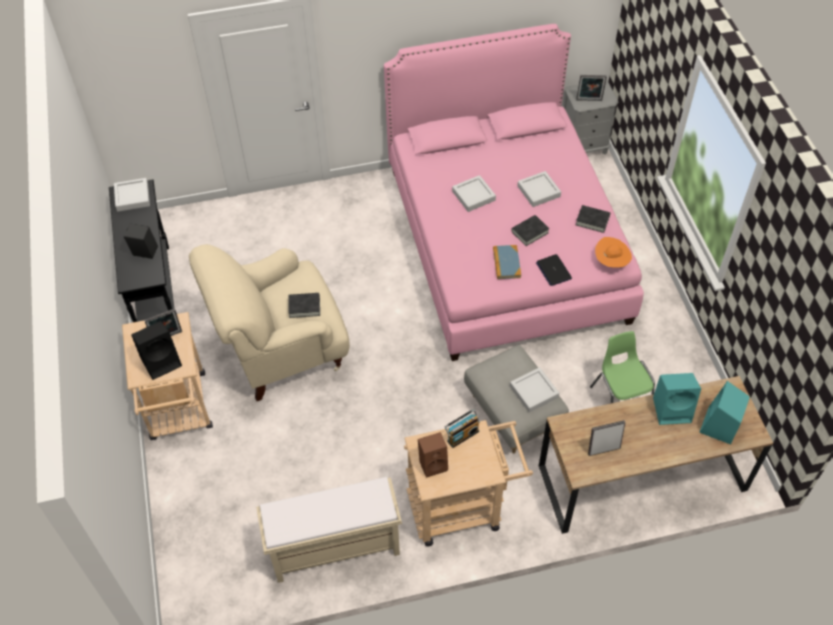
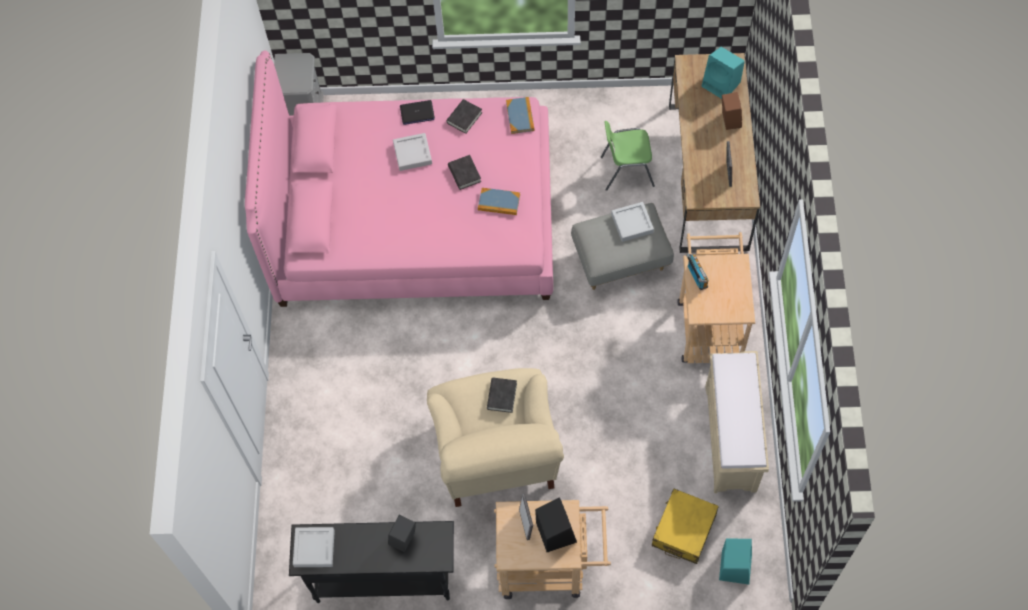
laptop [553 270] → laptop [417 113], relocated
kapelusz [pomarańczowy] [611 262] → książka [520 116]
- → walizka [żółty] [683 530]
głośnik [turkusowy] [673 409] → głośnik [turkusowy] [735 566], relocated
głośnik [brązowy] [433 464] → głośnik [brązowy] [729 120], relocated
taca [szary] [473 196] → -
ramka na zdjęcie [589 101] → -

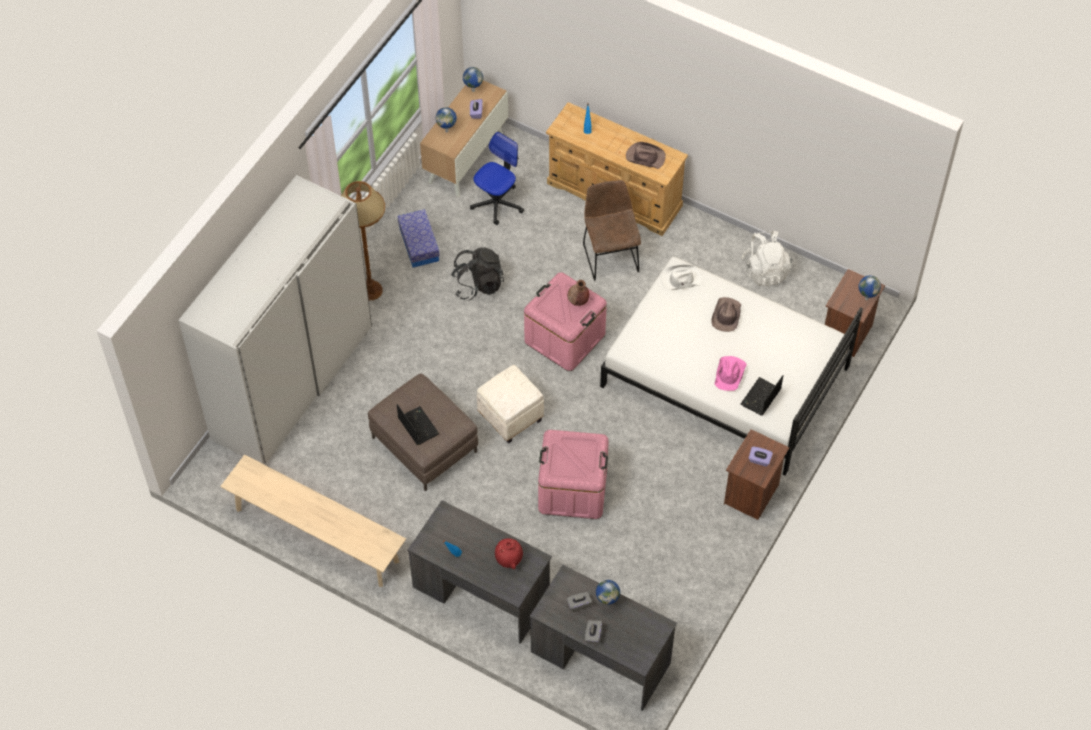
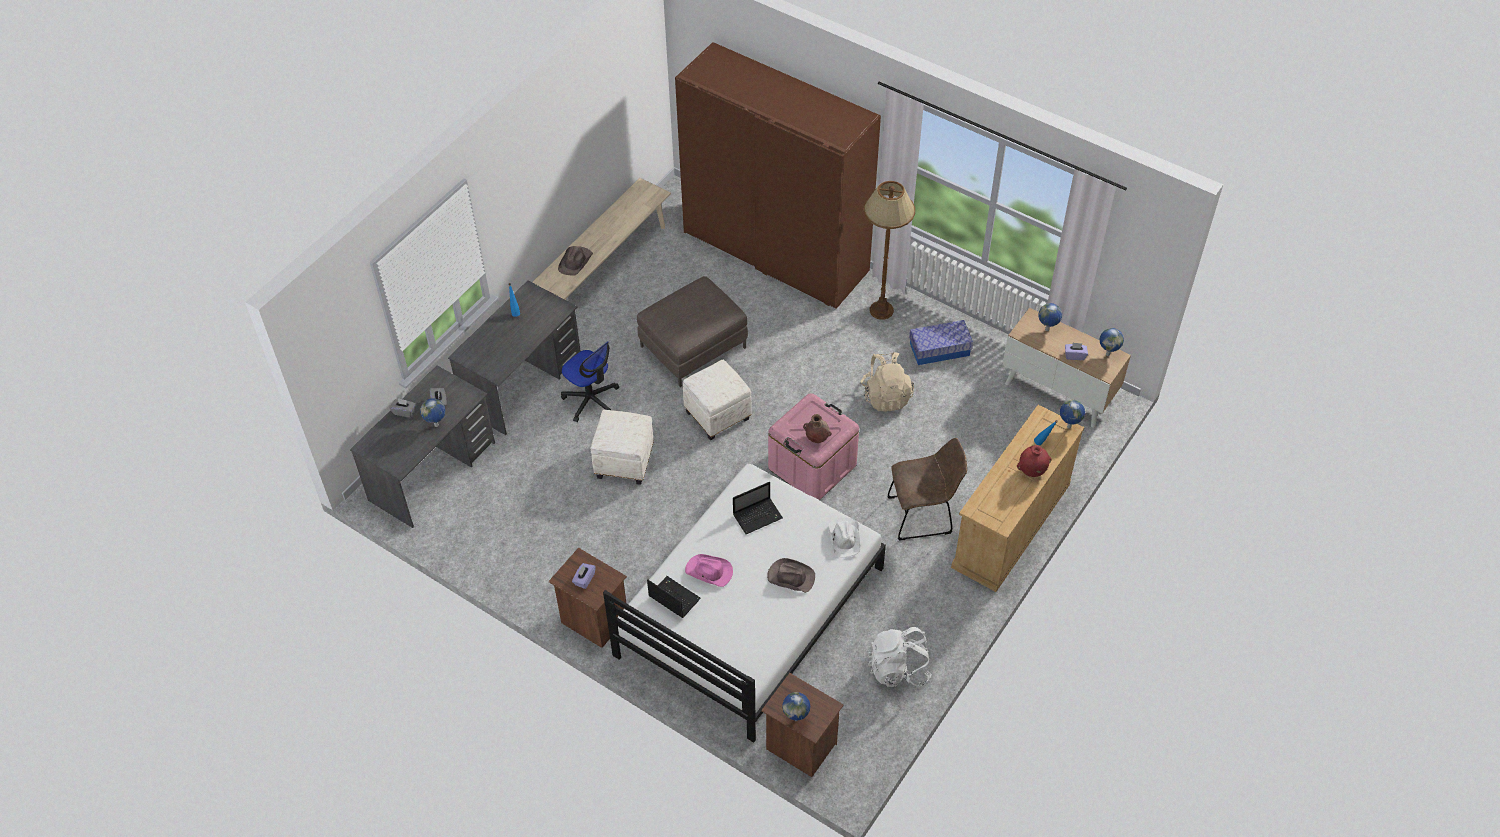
kapelusz [brązowy] [645 157] → kapelusz [brązowy] [575 261], relocated
krzesło biurowe [497 203] → krzesło biurowe [591 400], relocated
pojemnik do przechowywania [różowy] [572 489] → pufa [biały] [624 461]
szafa [biały] [292 382] → szafa [brązowy] [775 252]
laptop [417 426] → laptop [758 516], relocated
plecak [czarny] [478 284] → plecak [beżowy] [886 396]
wazon [czerwony] [509 560] → wazon [czerwony] [1032 471], relocated
- → globus [1068 427]

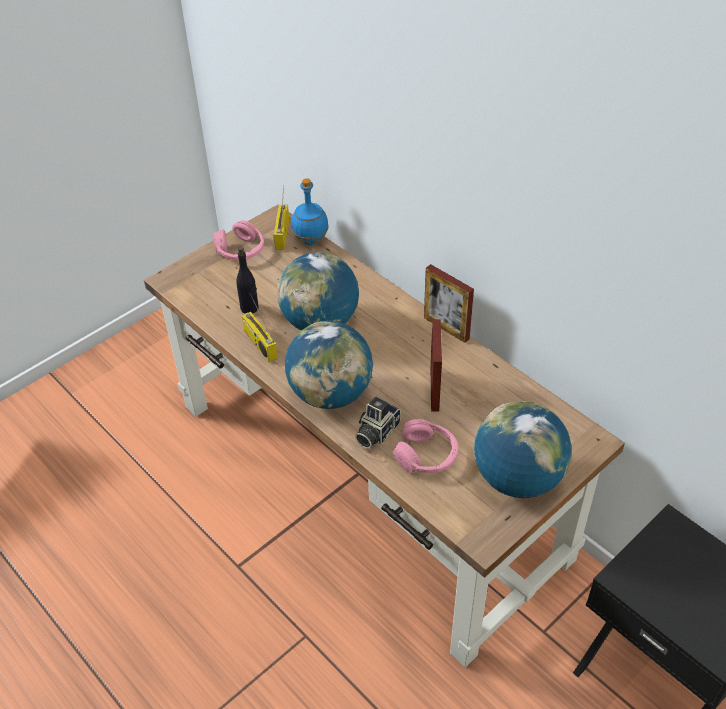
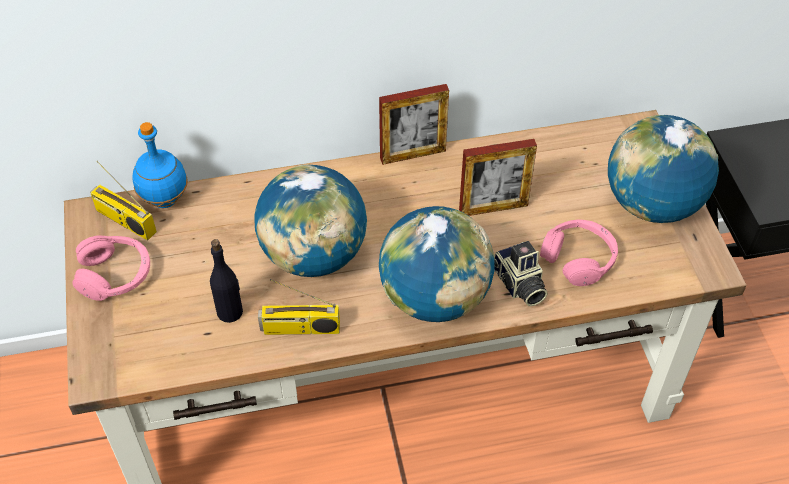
ramka na zdjęcie [434 390] → ramka na zdjęcie [493 208], 135 degrees clockwise

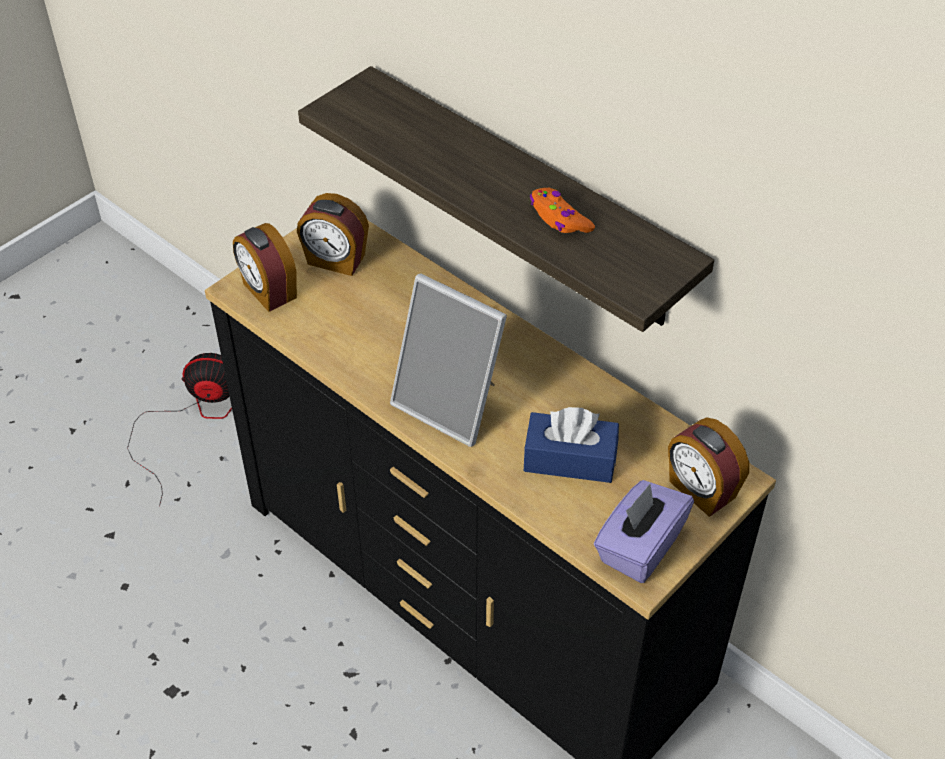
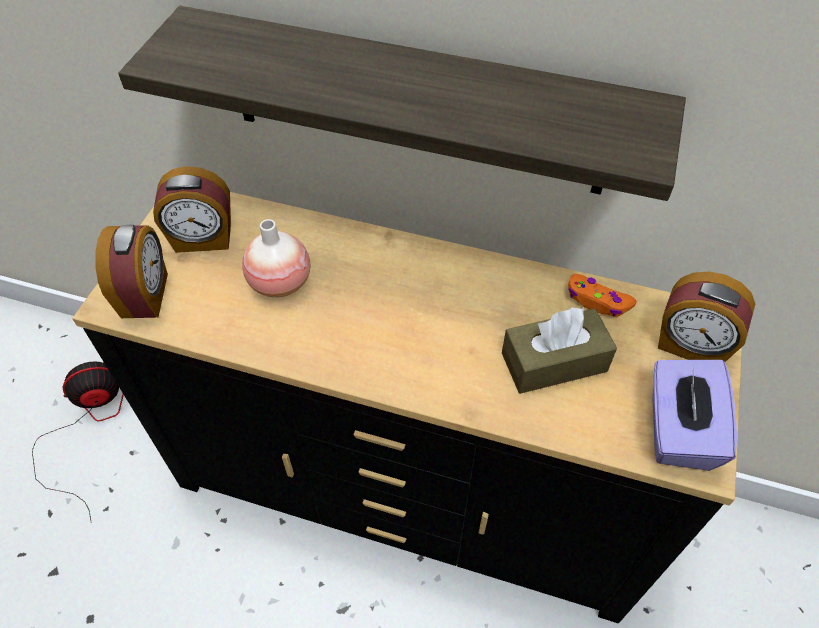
budzik [268 291] → budzik [146 295], 120 degrees counterclockwise
- → wazon [280 283]
pudełko chusteczek [niebieski] [570 459] → pudełko chusteczek [brązowy] [554 362]
pad do gier [pomarańczowy] [559 218] → pad do gier [pomarańczowy] [597 301], relocated
ramka na zdjęcie [452 404] → -

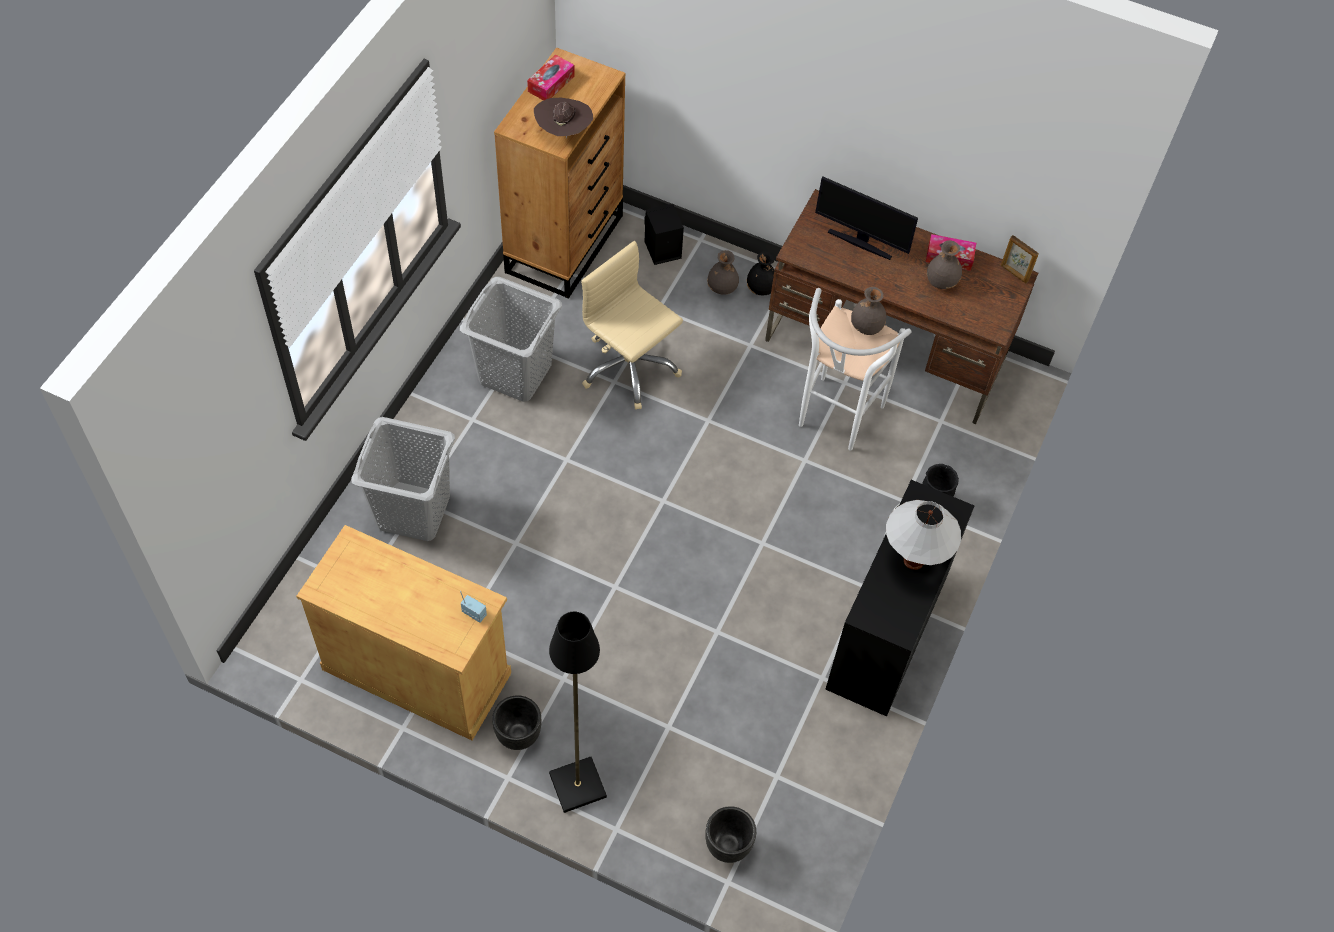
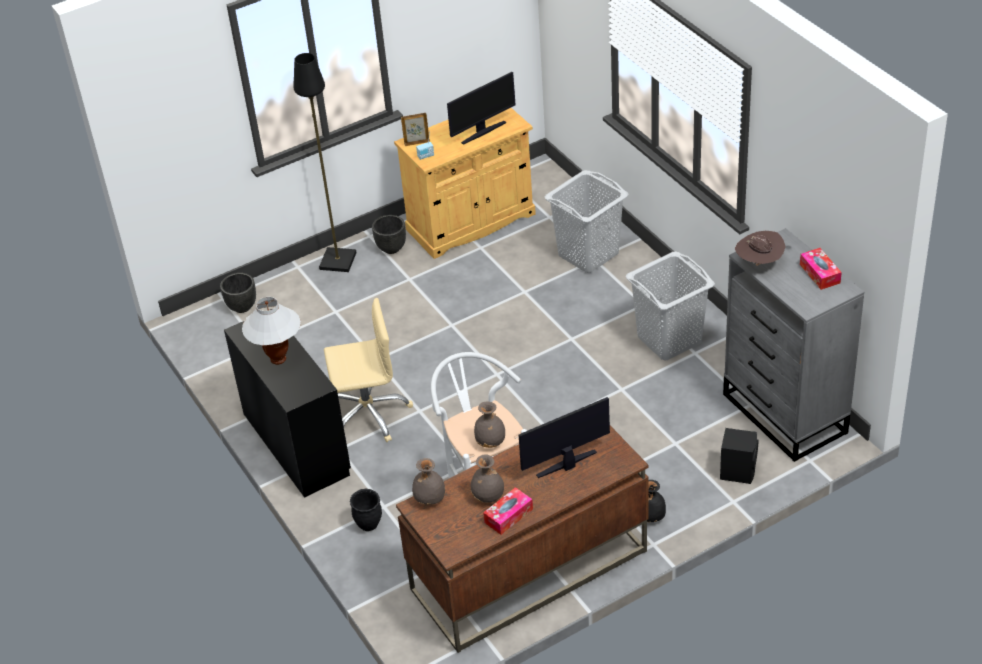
krzesło biurowe [beżowy] [629 368] → krzesło biurowe [beżowy] [368 414], relocated
ramka na zdjęcie [1014 273] → ramka na zdjęcie [416 143], relocated
wazon [szary] [722 288] → wazon [szary] [429 499], relocated
- → monitor [482 132]
komoda [brązowy] [565 243] → komoda [szary] [785 414]

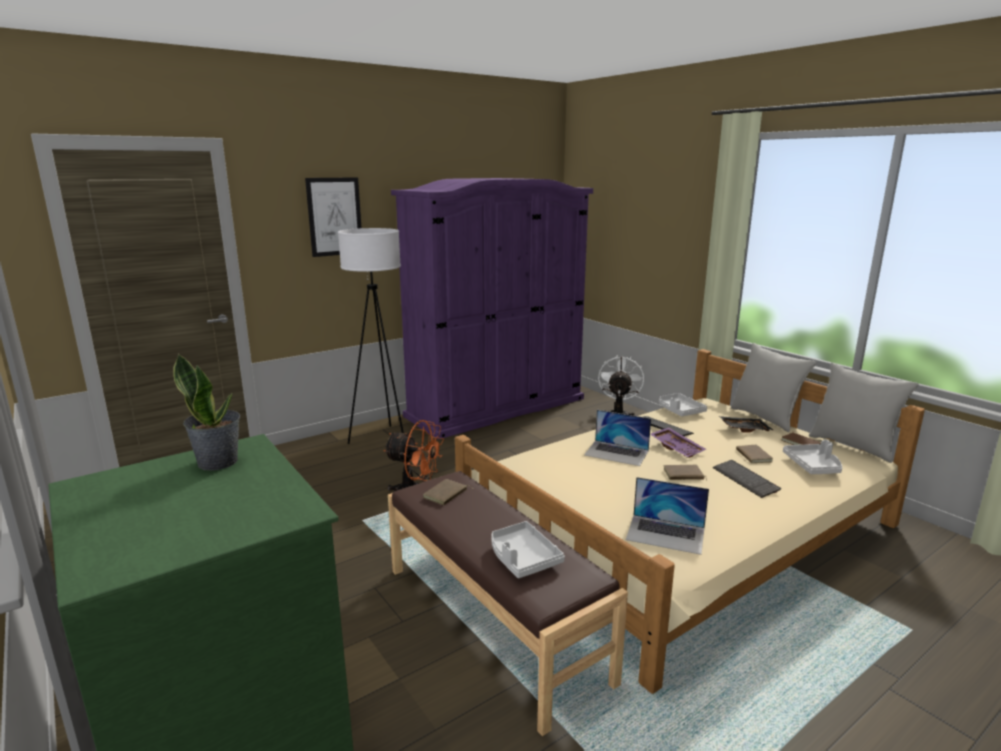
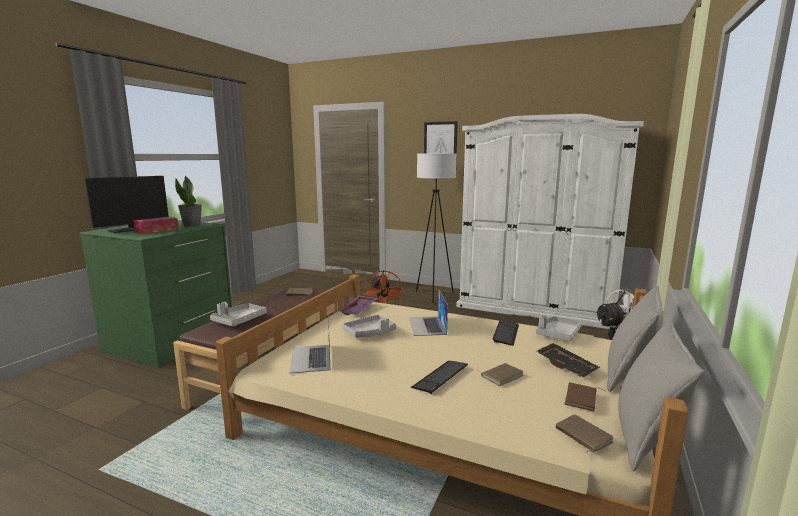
- → monitor [132 229]
- → pudełko chusteczek [157 230]
taca [fioletowy] [677 448] → taca [fioletowy] [359 310], relocated
taca [szary] [813 466] → taca [szary] [369 333], relocated
szafa [fioletowy] [496 407] → szafa [biały] [535 308]
książka [brązowy] [683 475] → książka [brązowy] [582 436], relocated

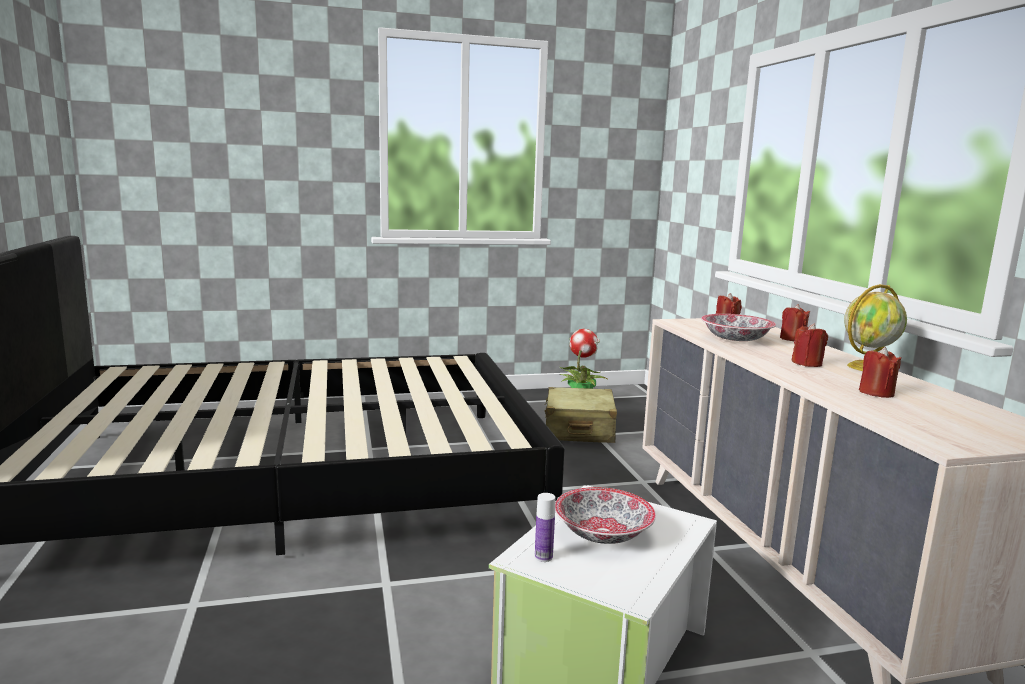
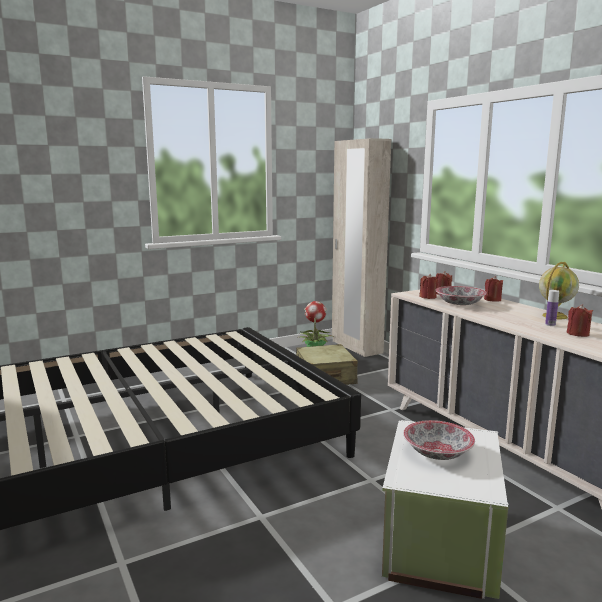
- → szafa [beżowy] [356 347]
świeca [czerwony] [807 363] → świeca [czerwony] [428 297], relocated
butelka [543 557] → butelka [550 325], relocated

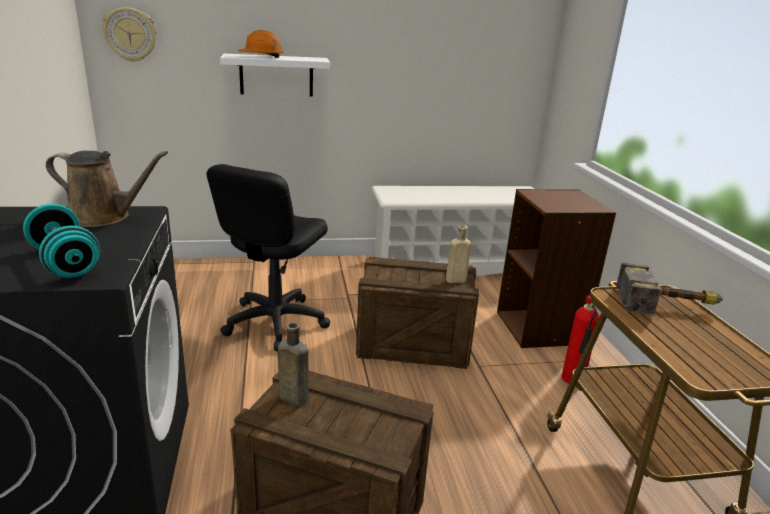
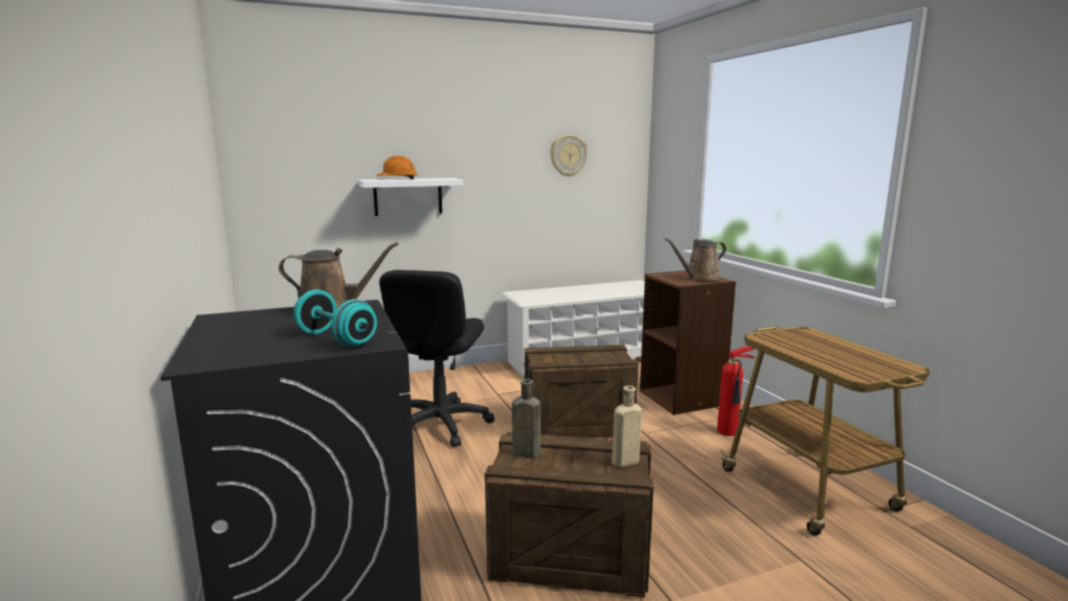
zegar ścienny [130 34] → zegar ścienny [568 155], relocated
butelka [beżowy] [454 280] → butelka [beżowy] [623 462], relocated
- → konewka [brązowy] [699 278]
młotek [668 304] → -

